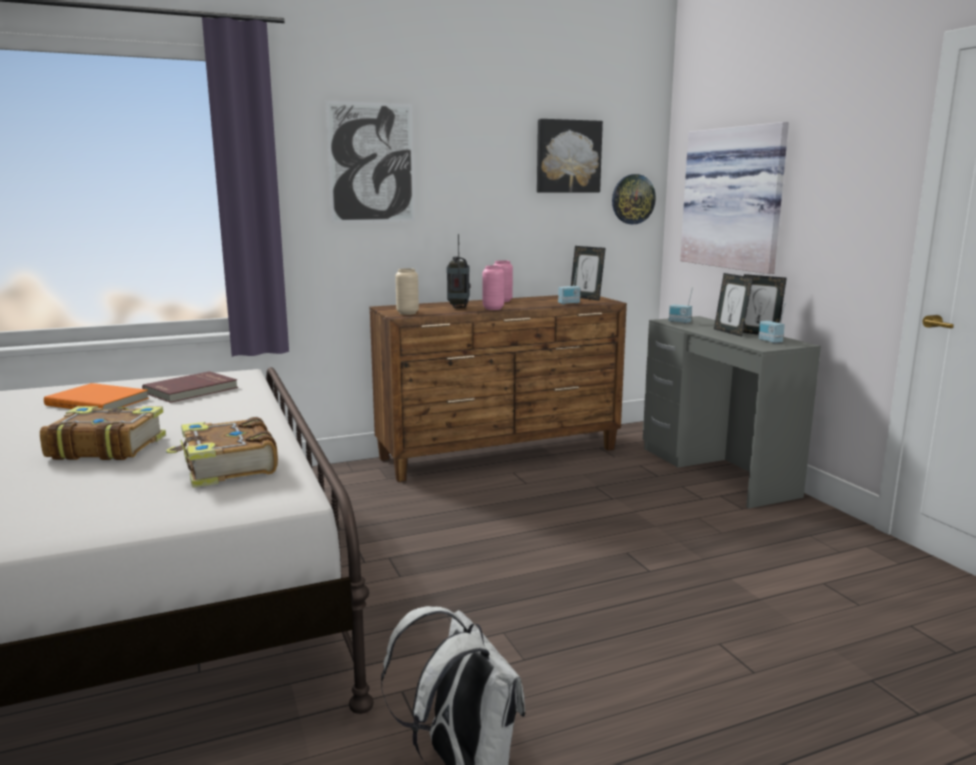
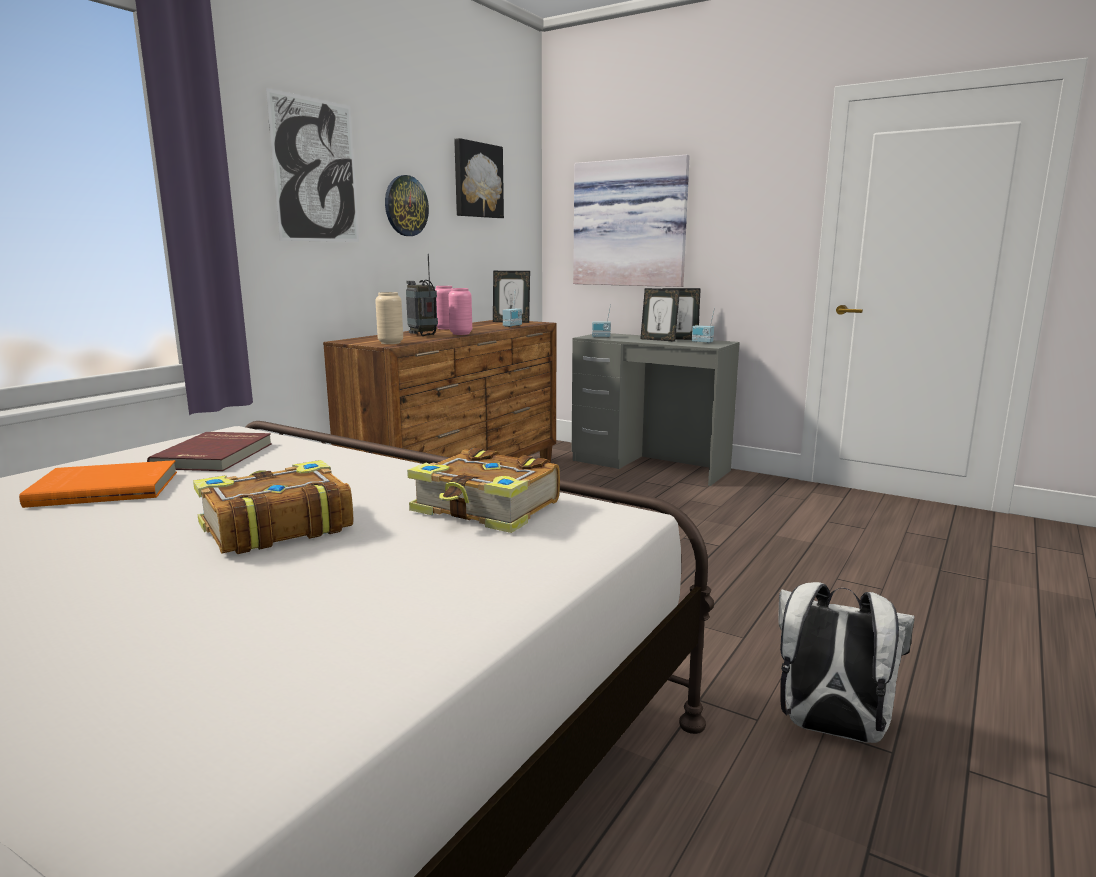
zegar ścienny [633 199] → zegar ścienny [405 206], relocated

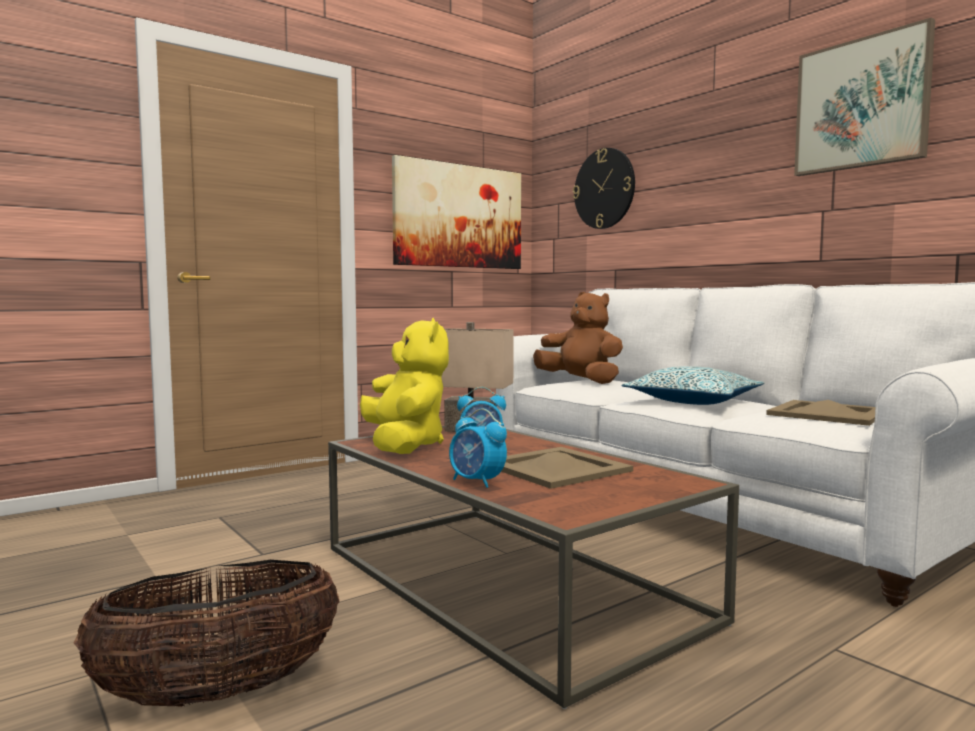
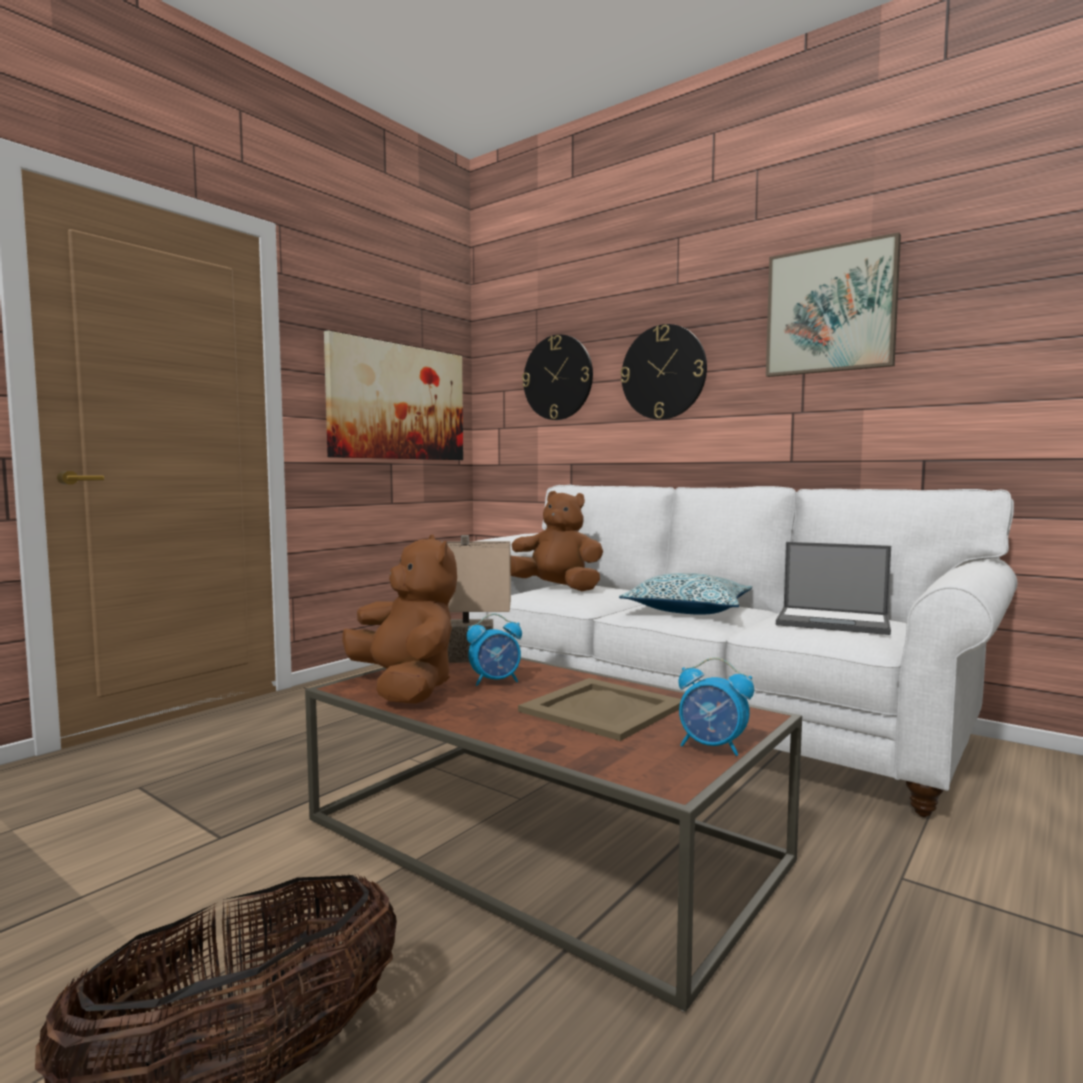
pluszak [żółty] [404 445] → pluszak [brązowy] [405 688]
- → zegar ścienny [663 372]
budzik [477 482] → budzik [712 747], relocated
taca [beżowy] [828 413] → laptop [834 622]

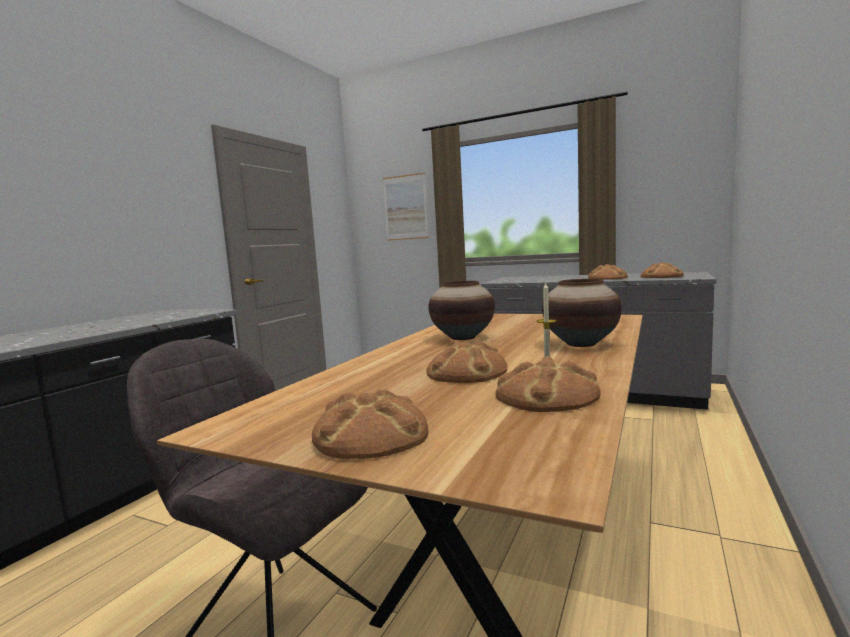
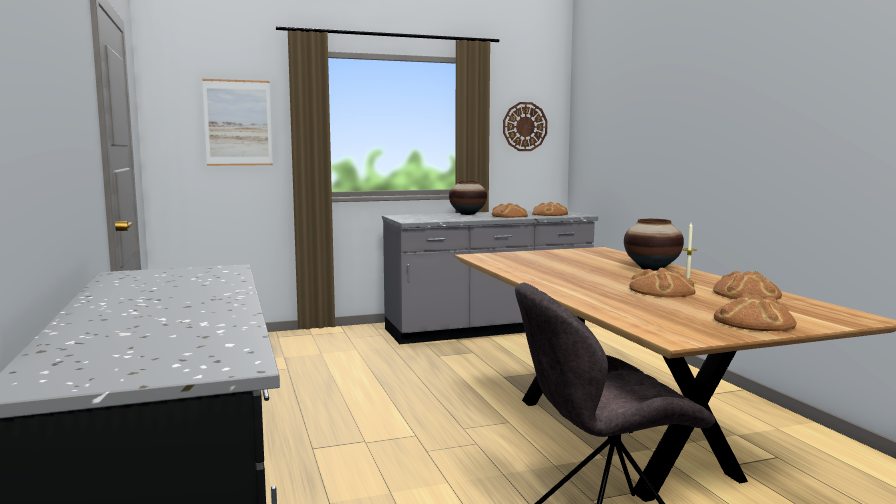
wazon [463 337] → wazon [468 214], relocated
- → zegar ścienny [524 126]

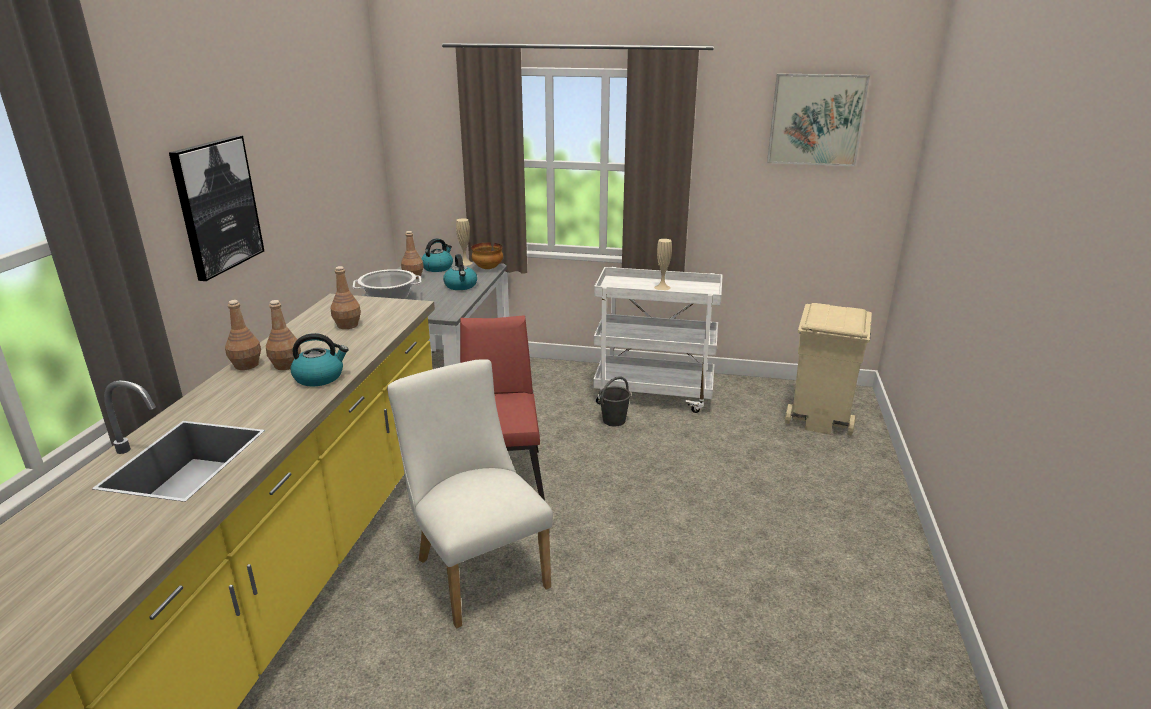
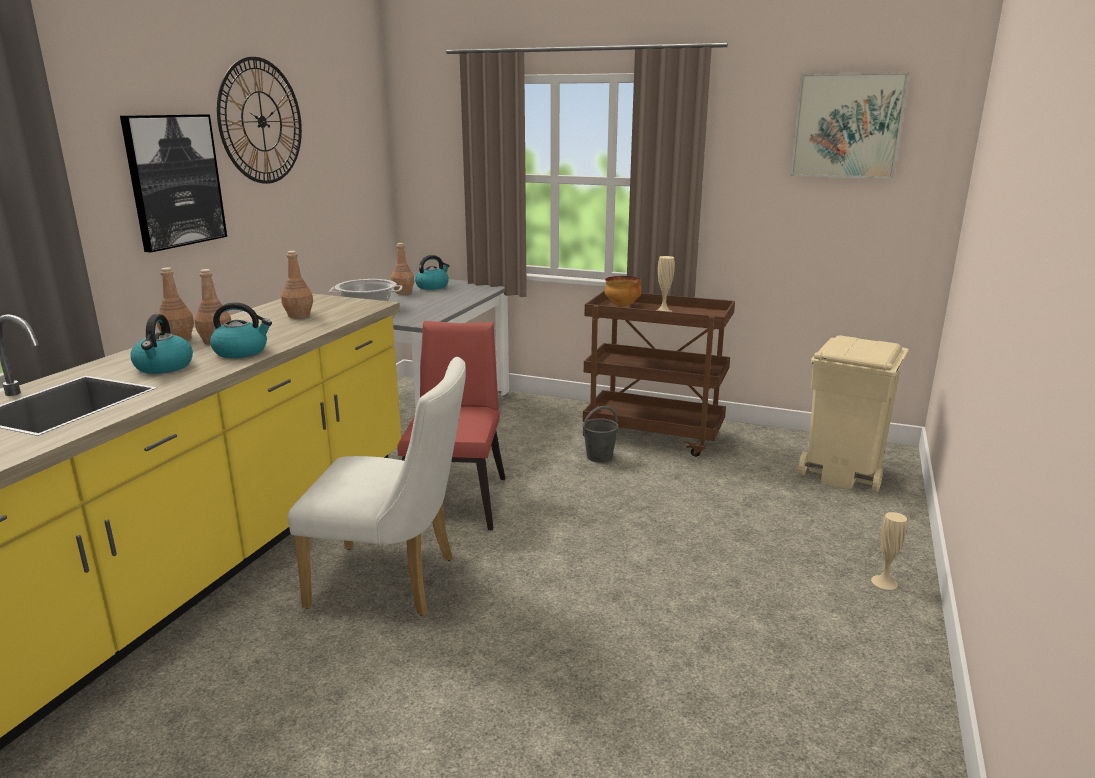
czajnik [461 286] → czajnik [164 367], relocated
- → zegar ścienny [261 121]
krzesło [biały] [476 568] → krzesło [biały] [394 582], 120 degrees clockwise
wózek [biały] [654 394] → wózek [brązowy] [654 436]
miska [487 268] → miska [622 305], relocated
wazon [beżowy] [465 263] → wazon [beżowy] [884 582], relocated

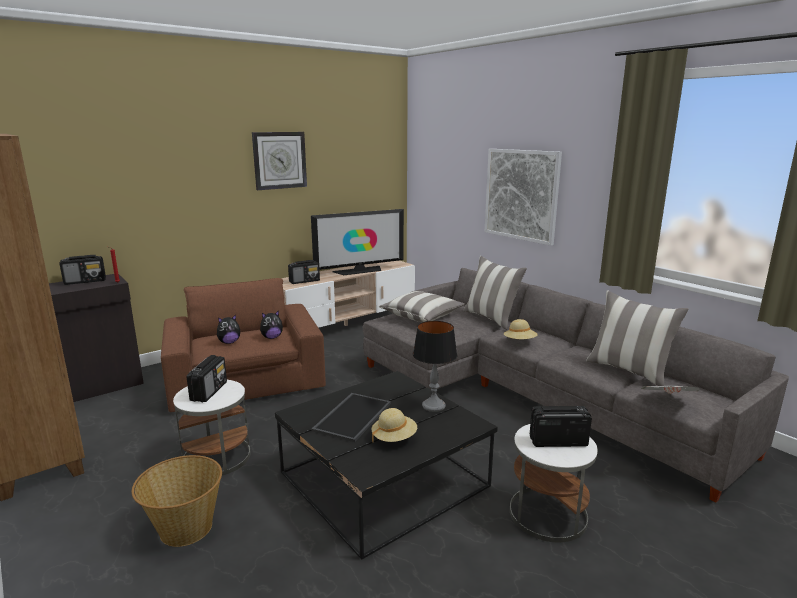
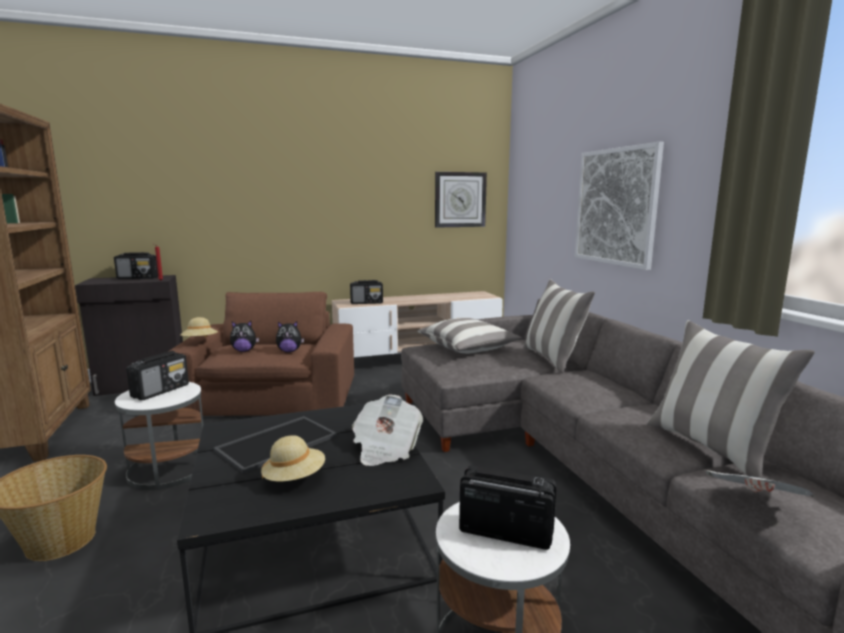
kapelusz [beżowy] [520 341] → kapelusz [beżowy] [200 341], relocated
lampa stołowa [433 406] → gazeta [385 448]
zegar ścienny [279 160] → zegar ścienny [460 199], relocated
telewizor [359 271] → -

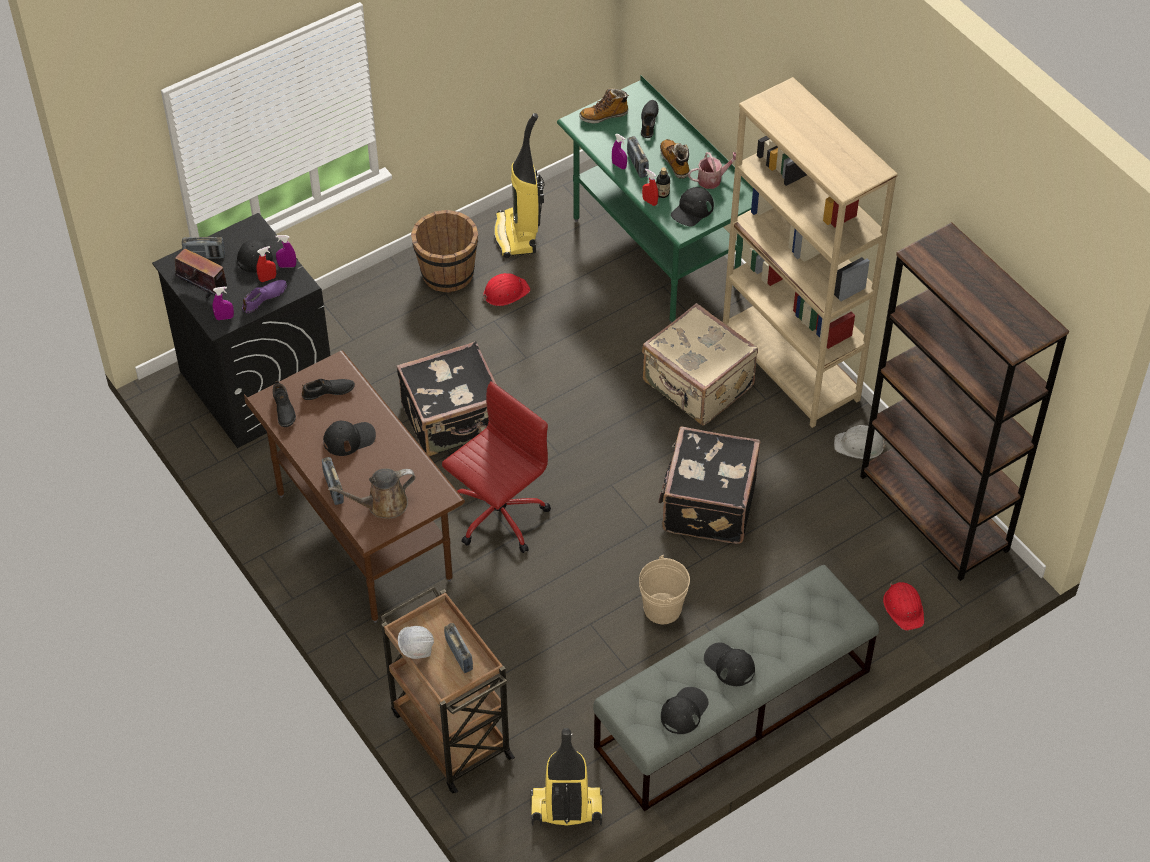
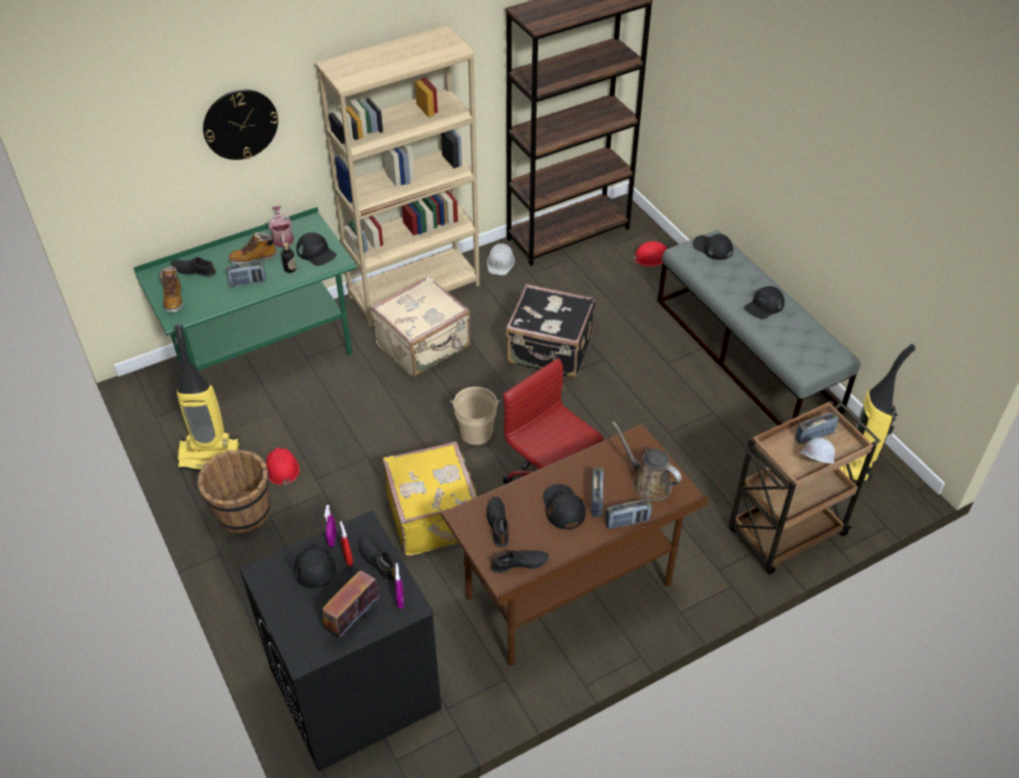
- → zegar ścienny [240 124]
but [fioletowy] [264 298] → but [czarny] [378 561]
walizka [czarny] [453 420] → walizka [żółty] [434 516]
wiadro [beżowy] [662 608] → wiadro [beżowy] [476 432], relocated
radio [205 256] → radio [596 500], relocated
konewka [brązowy] [383 505] → konewka [brązowy] [648 482], 150 degrees clockwise
czapka z daszkiem [czarny] [684 711] → czapka z daszkiem [czarny] [712 248], relocated
spryskiwacz [fioletowy] [619 165] → -
spryskiwacz [czerwony] [649 202] → -

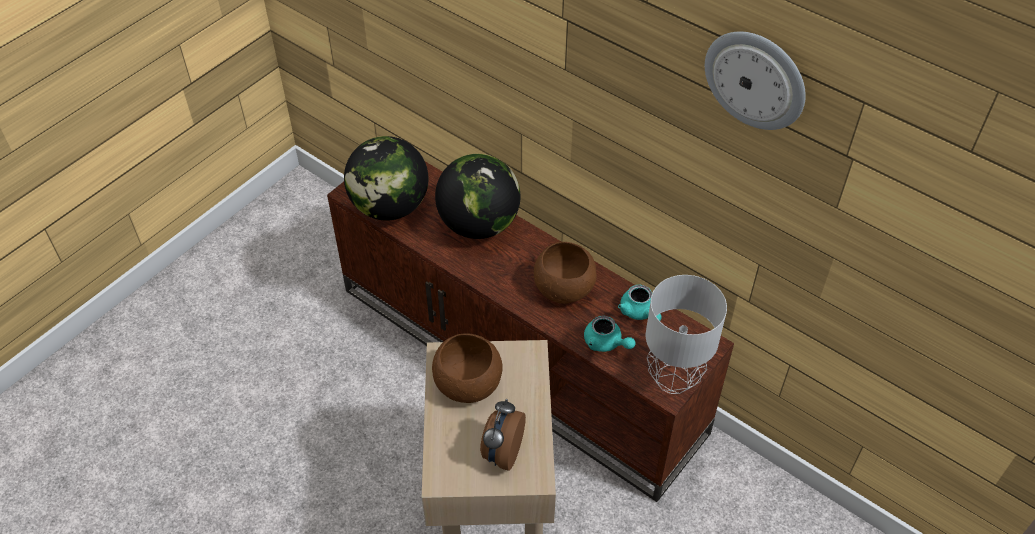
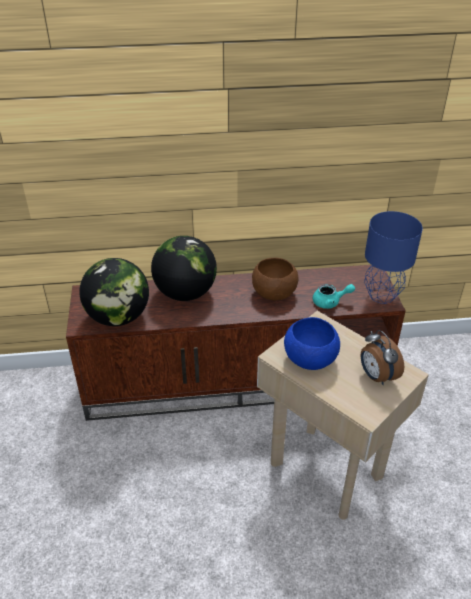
miska [brązowy] [468 383] → miska [niebieski] [310 358]
lampa stołowa [szary] [672 378] → lampa stołowa [niebieski] [381 296]
imbryk [turkusowy] [640 312] → -
zegar ścienny [756 79] → -

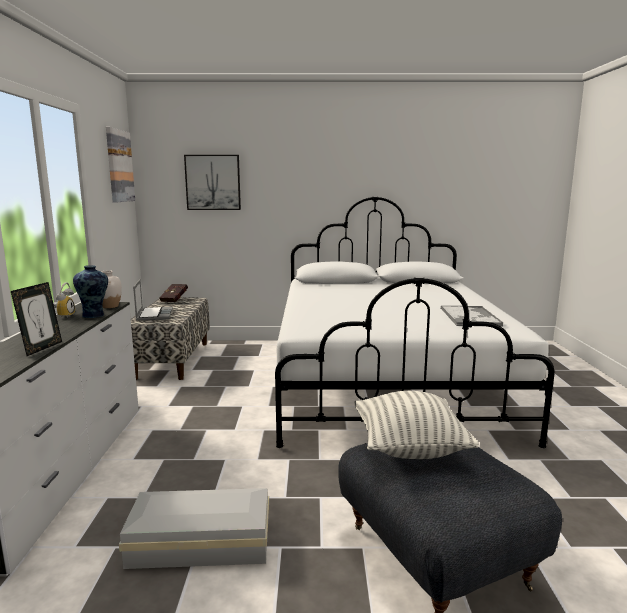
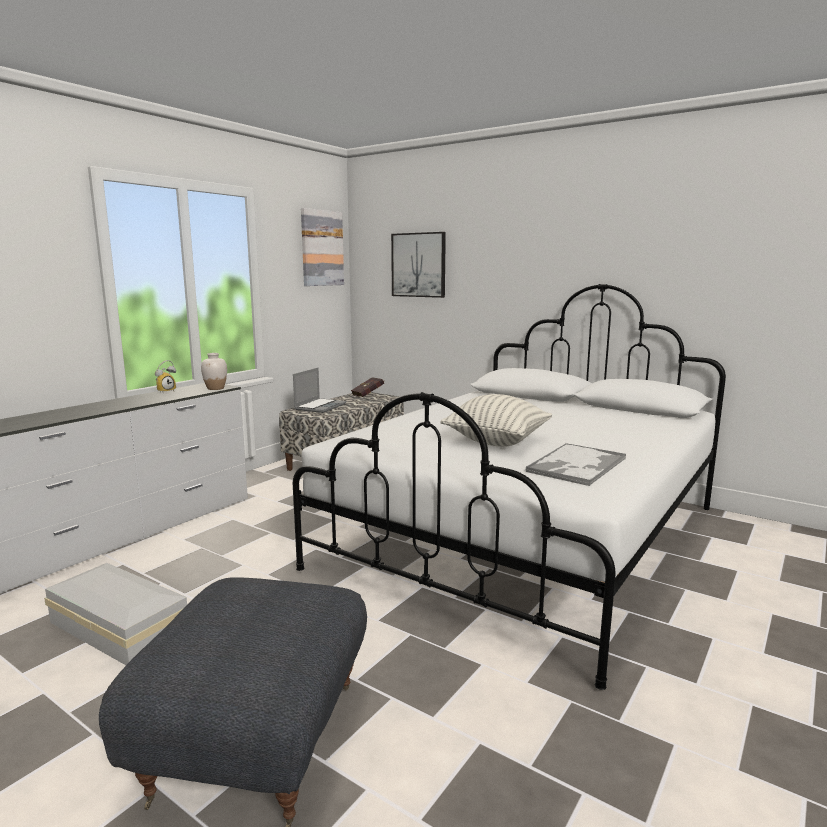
poduszka [409 448] → poduszka [496 442], relocated
ramka na zdjęcie [41 348] → -
wazon [94 315] → -

